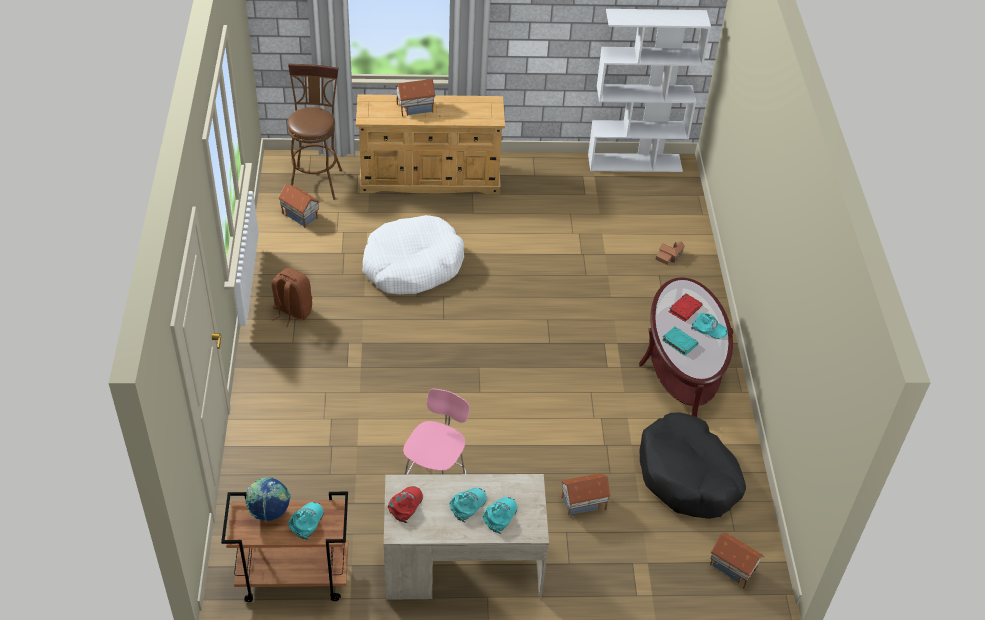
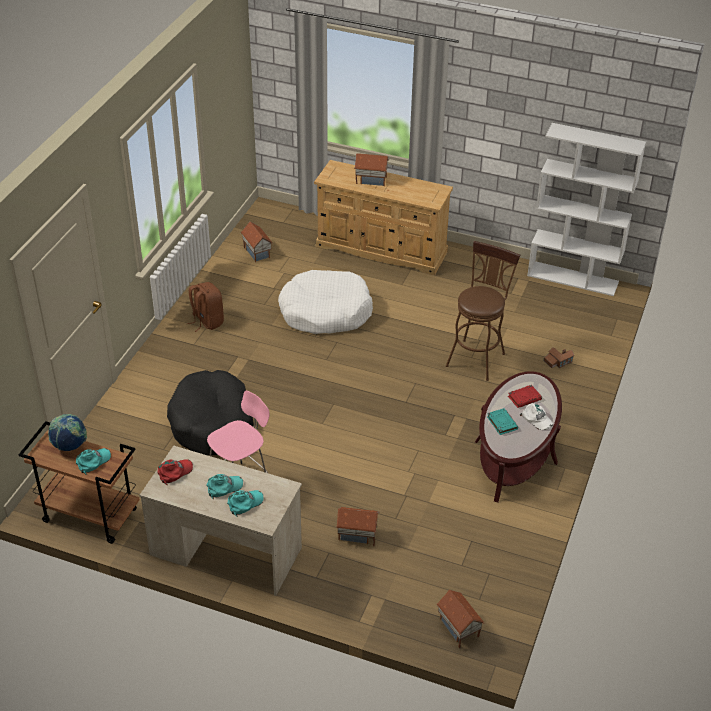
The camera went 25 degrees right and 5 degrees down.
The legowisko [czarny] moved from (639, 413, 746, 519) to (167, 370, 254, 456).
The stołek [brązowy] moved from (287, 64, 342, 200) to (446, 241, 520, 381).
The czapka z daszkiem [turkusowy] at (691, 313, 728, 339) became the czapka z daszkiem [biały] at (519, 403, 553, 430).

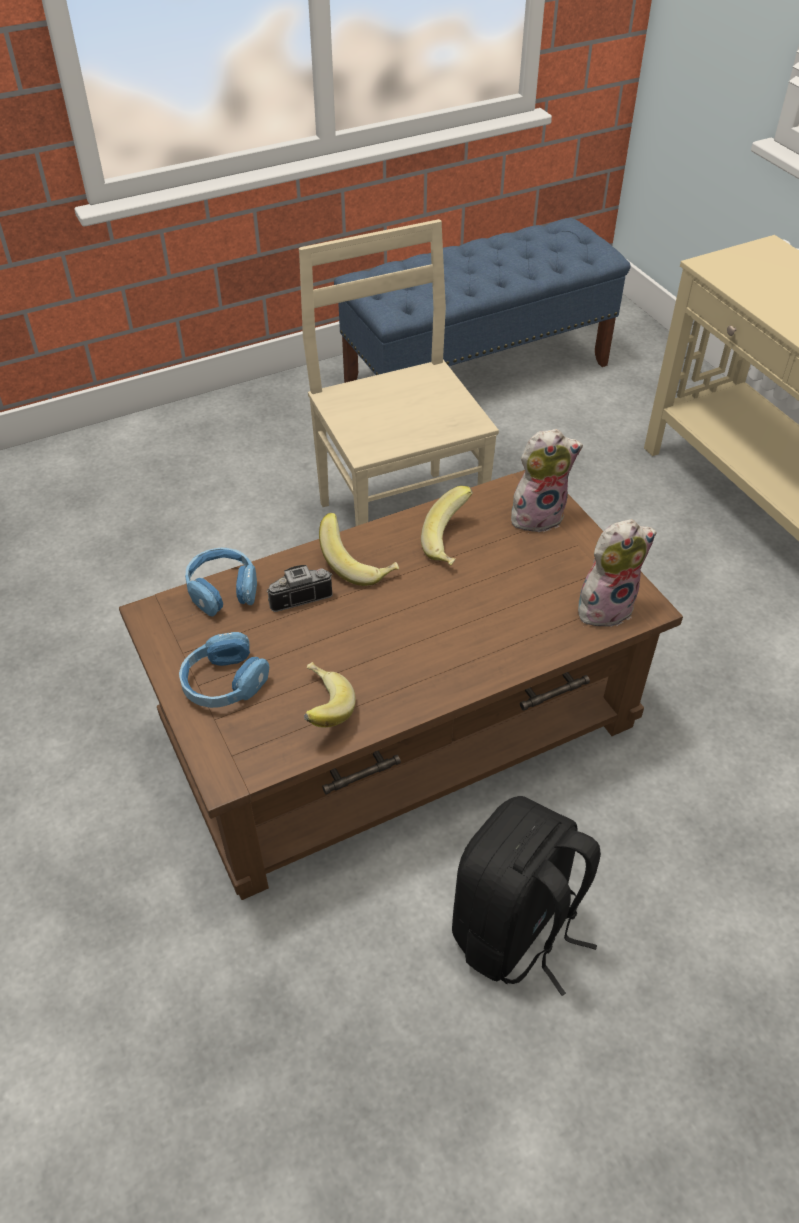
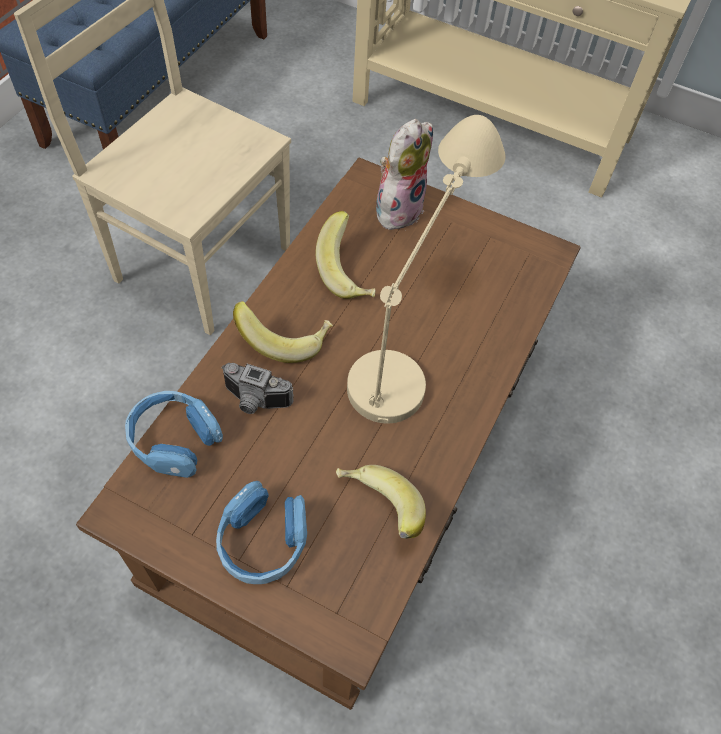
The camera went 40 degrees left and 10 degrees up.
The aparat fotograficzny at (266, 565, 333, 612) turned 105 degrees counterclockwise.
The lampa stołowa [beżowy] at (347, 115, 505, 423) appeared.
The plecak [czarny] at (452, 796, 601, 996) disappeared.
The pluszak at (578, 519, 657, 627) disappeared.

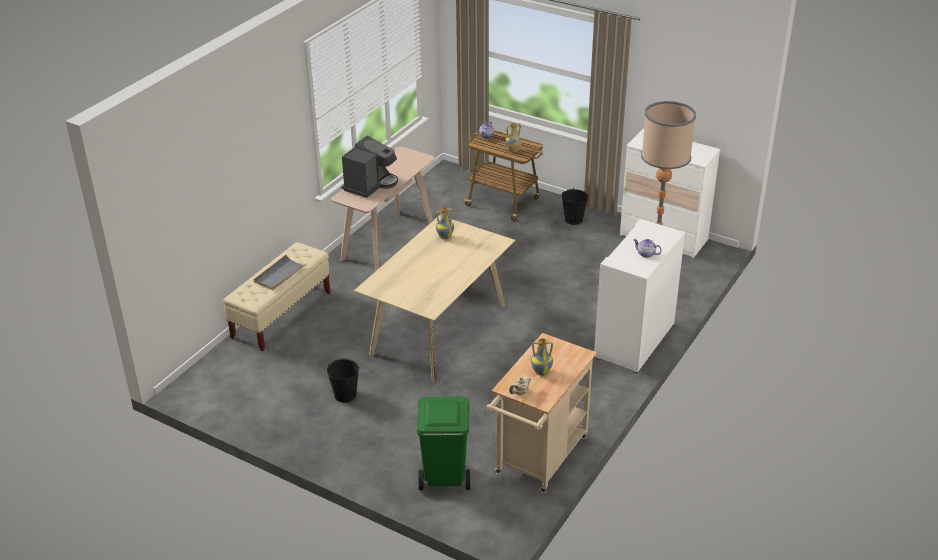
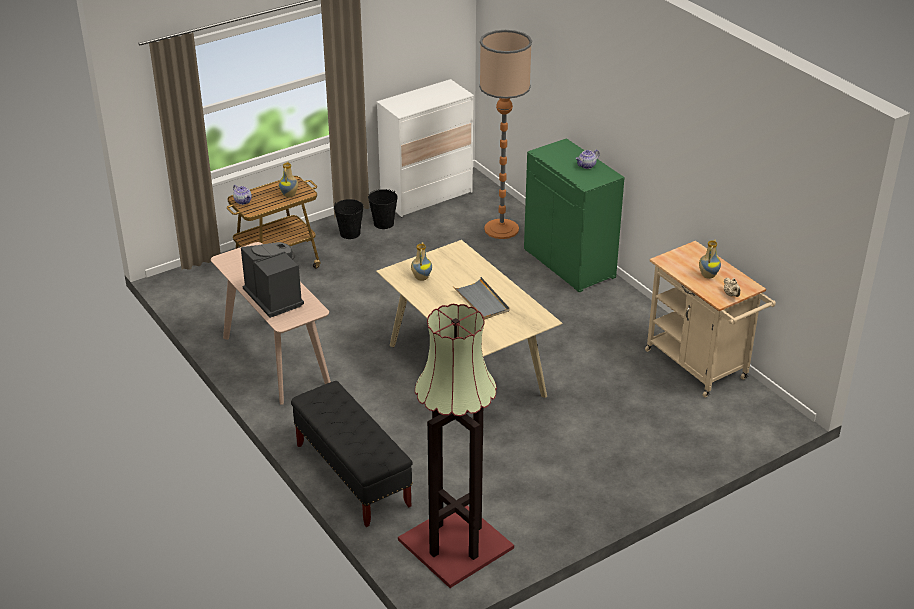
The camera went 65 degrees left and 0 degrees up.
The ławka [beżowy] at (223, 242, 331, 351) became the ławka [czarny] at (291, 381, 413, 527).
The wiadro [czarny] moved from (327, 358, 359, 403) to (368, 189, 398, 229).
The lampa stojąca at (398, 304, 514, 588) appeared.
The taca [szary] moved from (254, 255, 307, 291) to (453, 277, 510, 320).
The szafka [biały] at (594, 219, 685, 374) became the szafka [zielony] at (524, 138, 625, 293).
The kosz na śmieci [zielony] at (417, 397, 470, 490) disappeared.

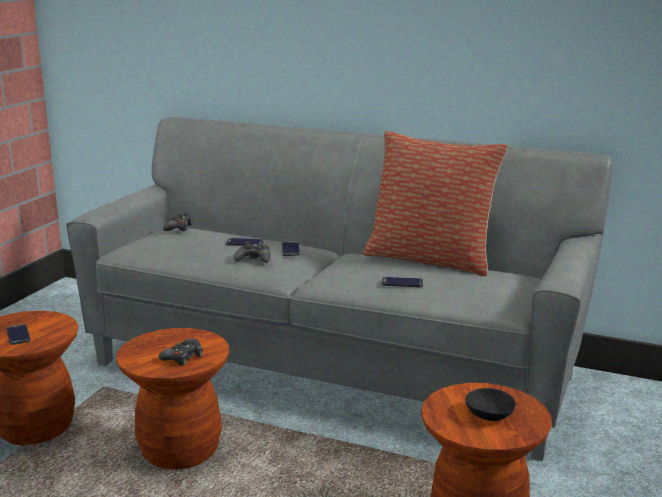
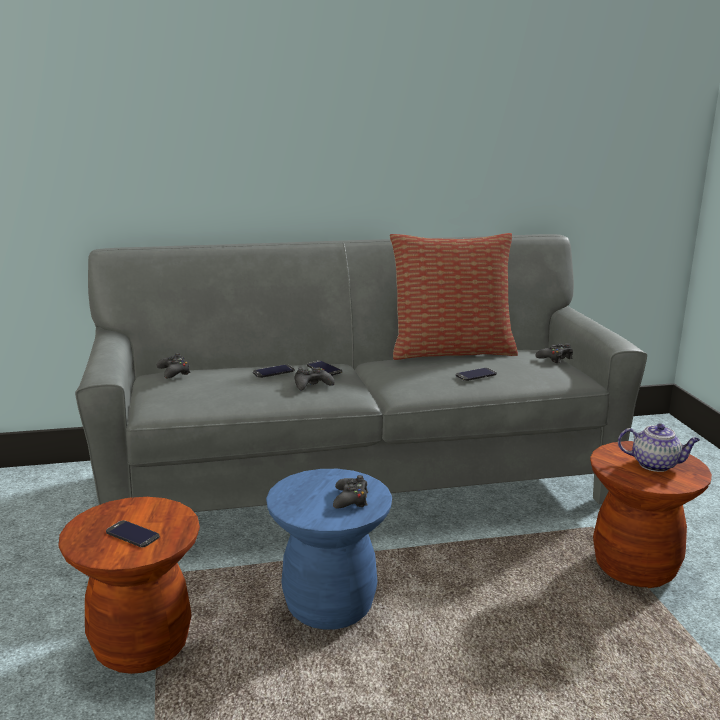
The camera went 35 degrees left and 0 degrees up.
The stołek [brązowy] at (116, 328, 229, 469) became the stołek [niebieski] at (266, 469, 392, 630).
The pad do gier [czarny] at (535, 343, 573, 363) appeared.
The miska [czarny] at (465, 388, 516, 421) was replaced by the imbryk at (618, 423, 700, 472).

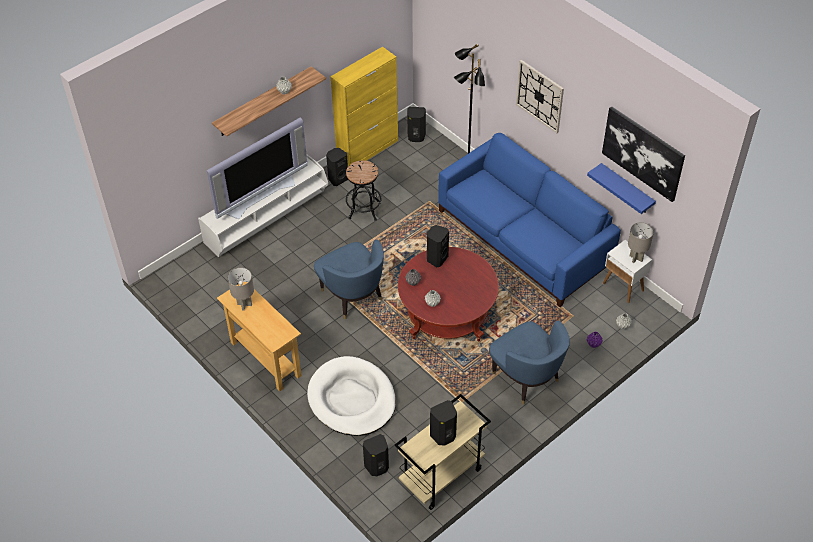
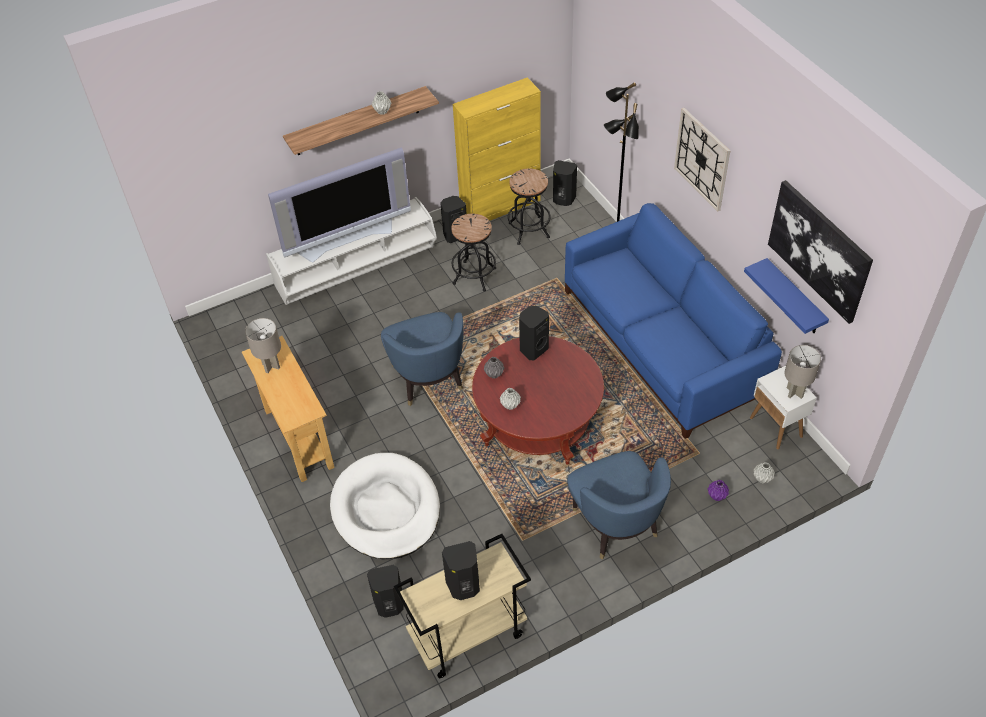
The camera went 15 degrees right and 0 degrees up.
The stołek [czarny] at (508, 169, 551, 245) appeared.

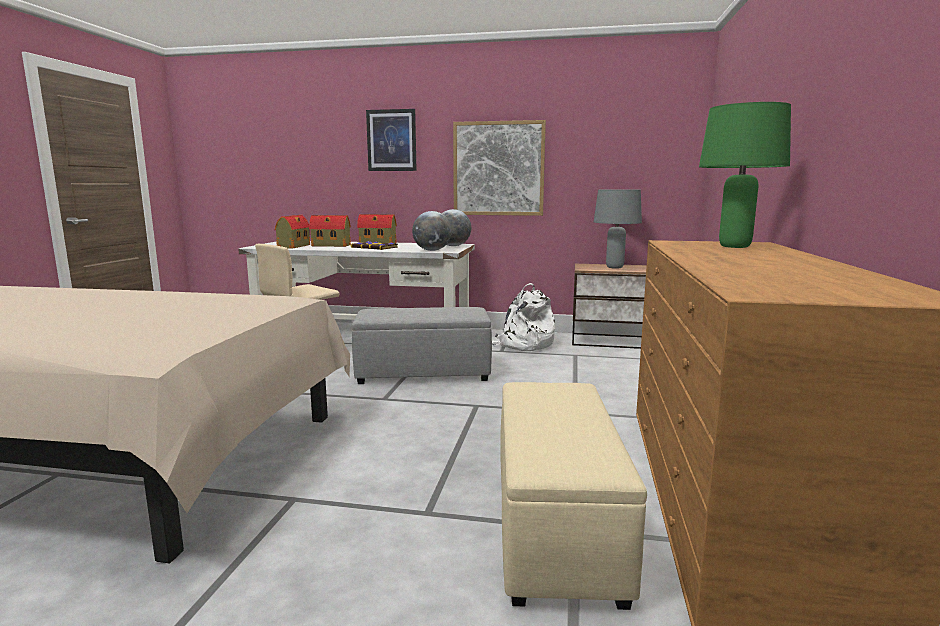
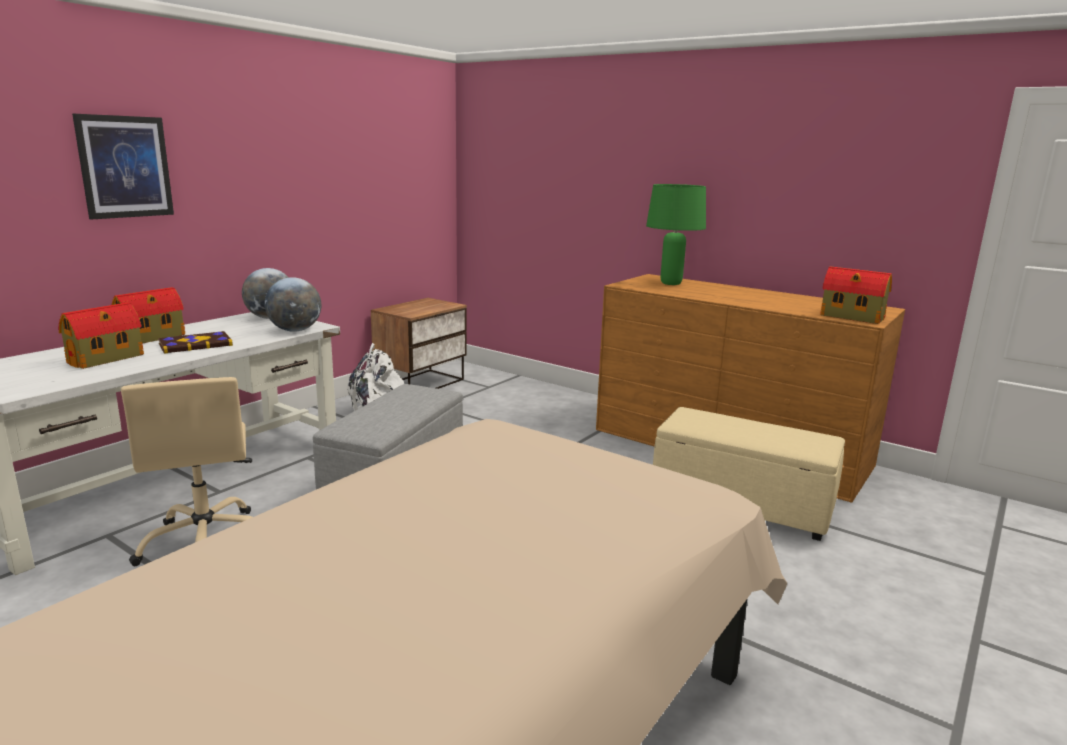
The camera went 65 degrees left and 5 degrees up.
The domek moved from (275, 215, 310, 249) to (820, 266, 892, 324).
The obraz at (453, 120, 546, 216) disappeared.
The lampa stołowa [szary] at (594, 189, 642, 269) disappeared.

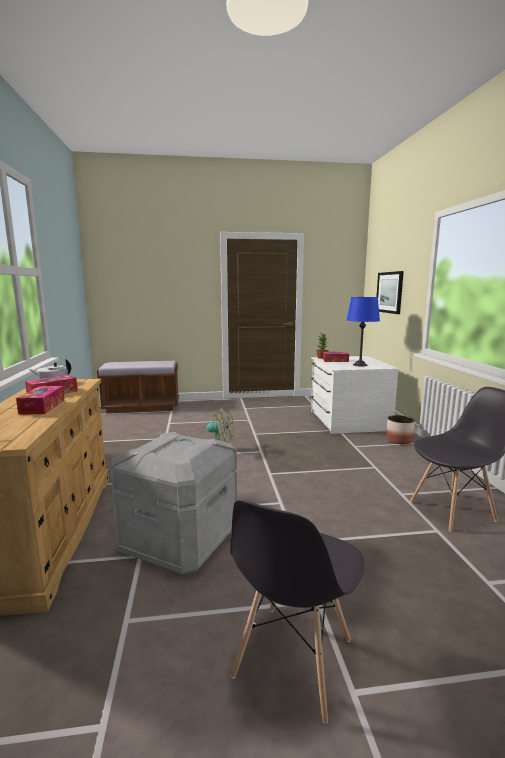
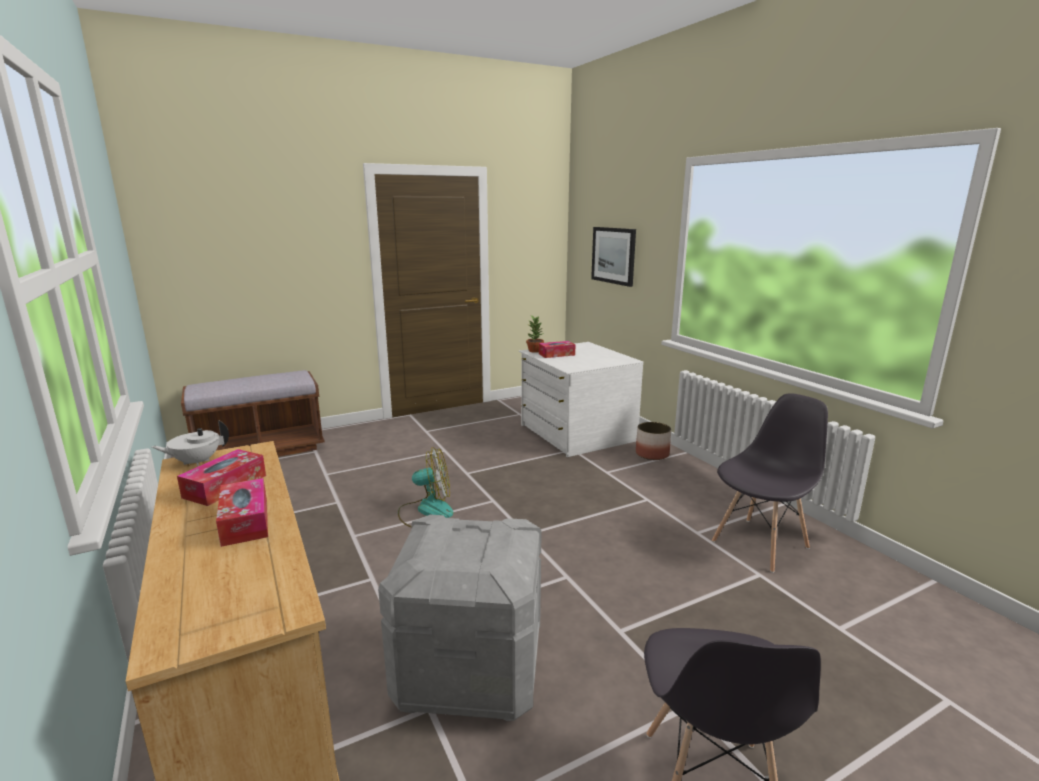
The camera went 20 degrees left and 5 degrees up.
The lampa stołowa [niebieski] at (347, 297, 380, 366) disappeared.

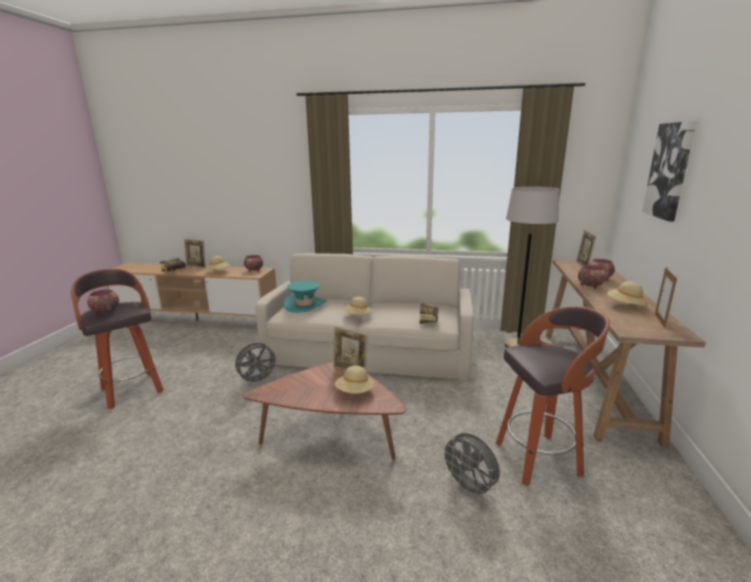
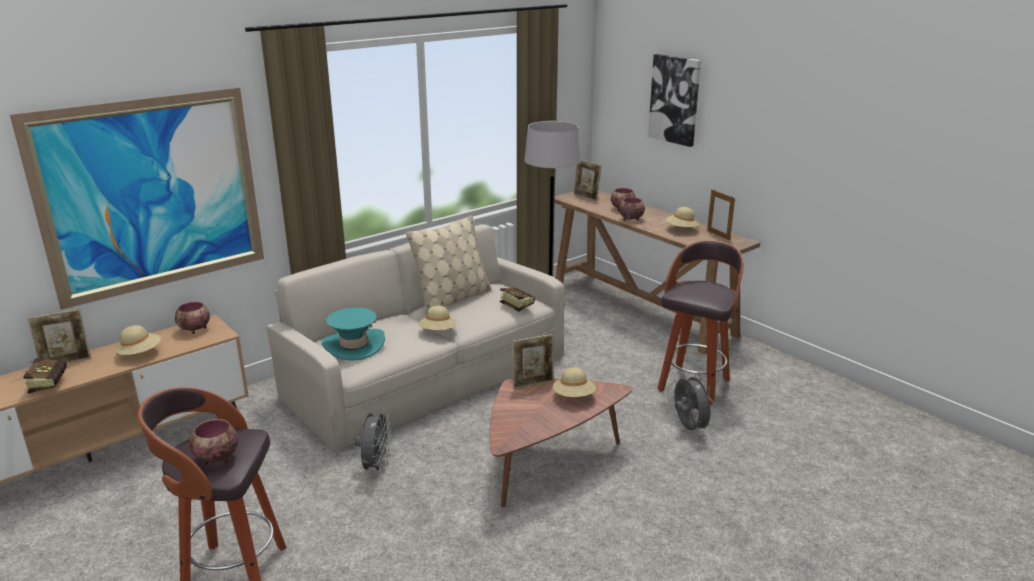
The camera went 50 degrees left and 5 degrees up.
The obraz at (10, 87, 264, 310) appeared.
The poduszka [beżowy] at (406, 215, 491, 314) appeared.
The wentylator [szary] at (440, 433, 500, 499) turned 105 degrees counterclockwise.

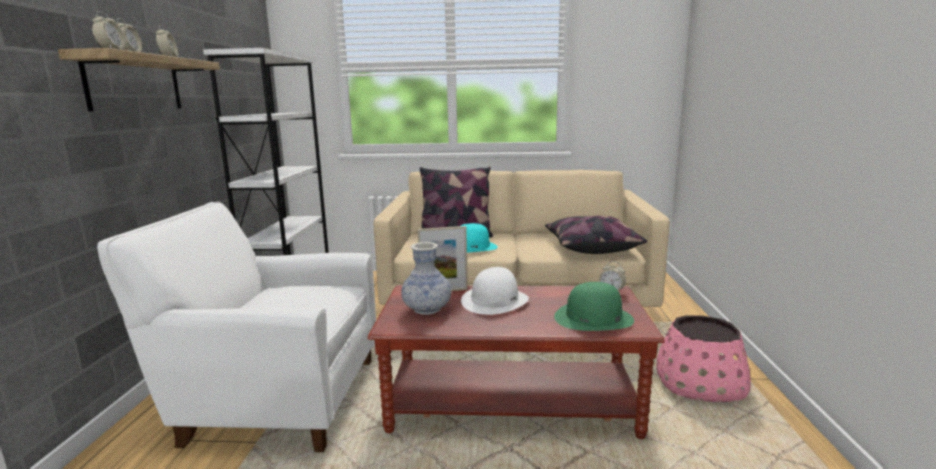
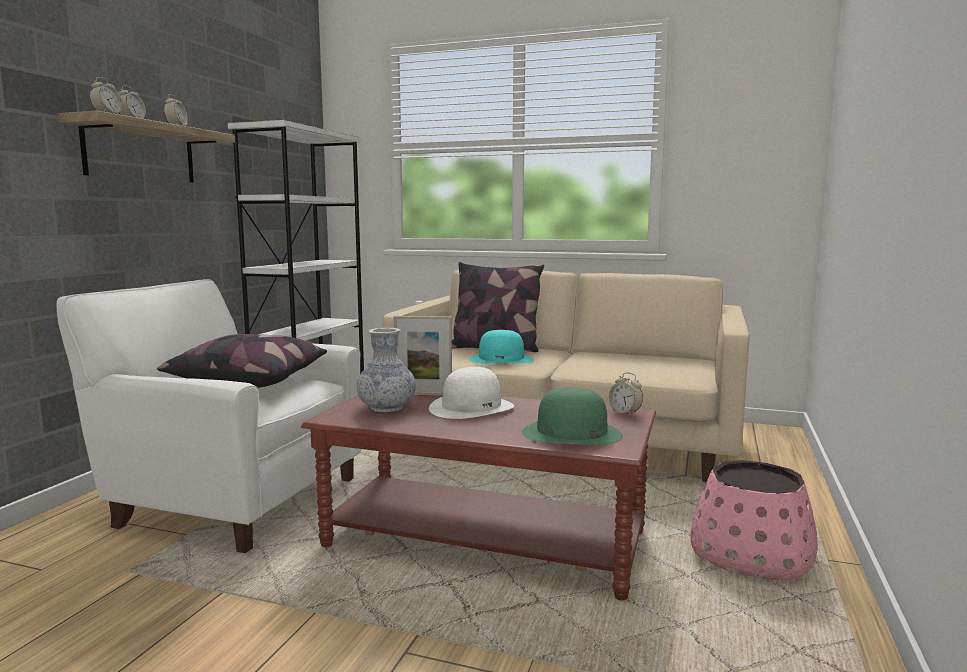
The camera went 15 degrees right and 5 degrees down.
The poduszka moved from (545, 216, 647, 254) to (157, 334, 327, 388).

